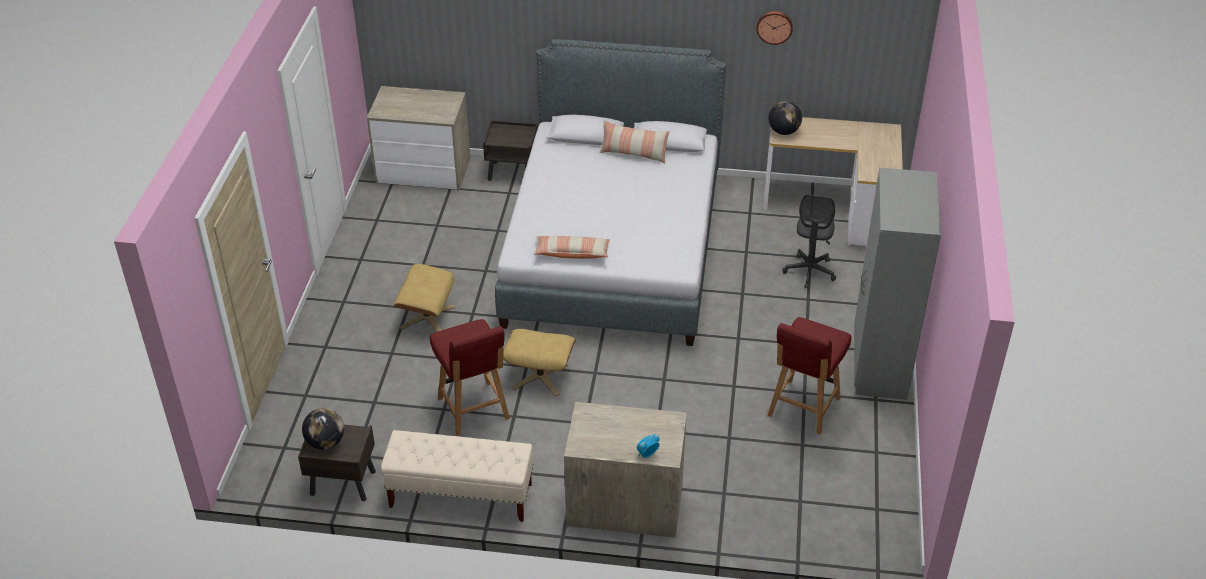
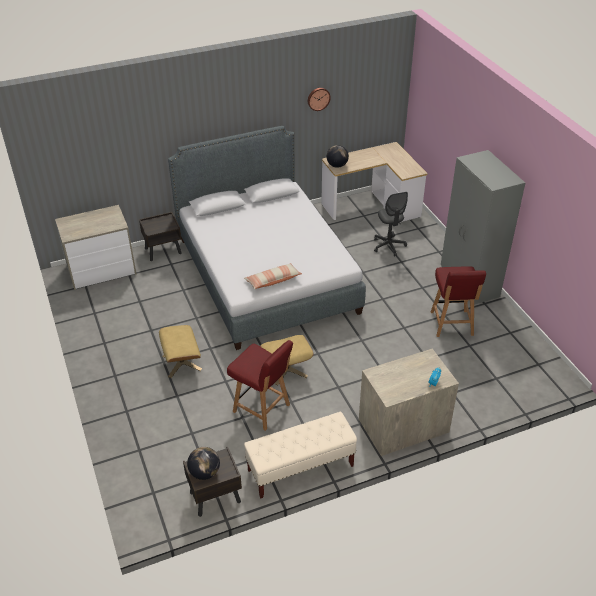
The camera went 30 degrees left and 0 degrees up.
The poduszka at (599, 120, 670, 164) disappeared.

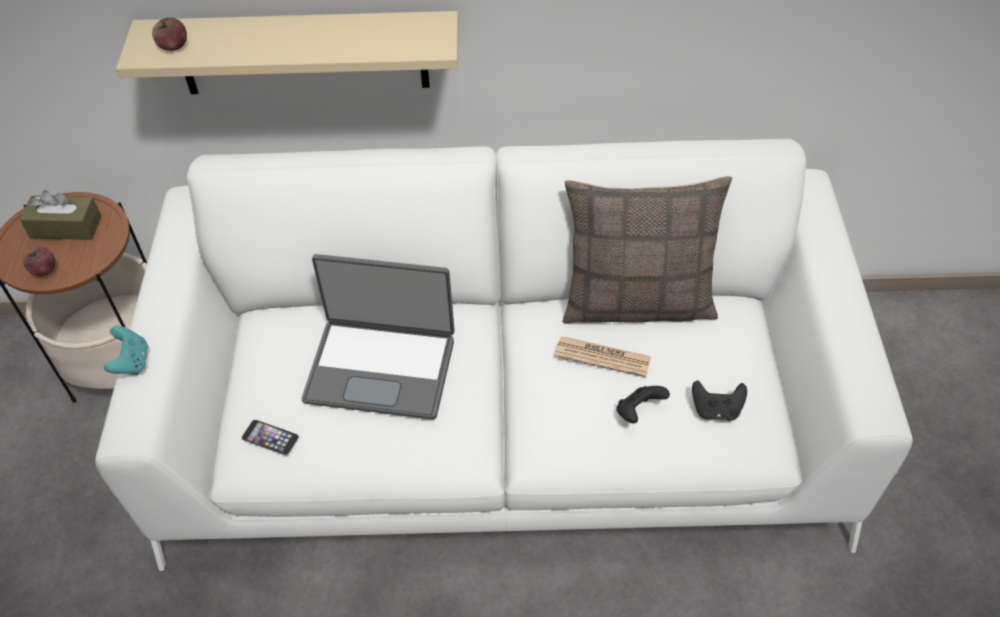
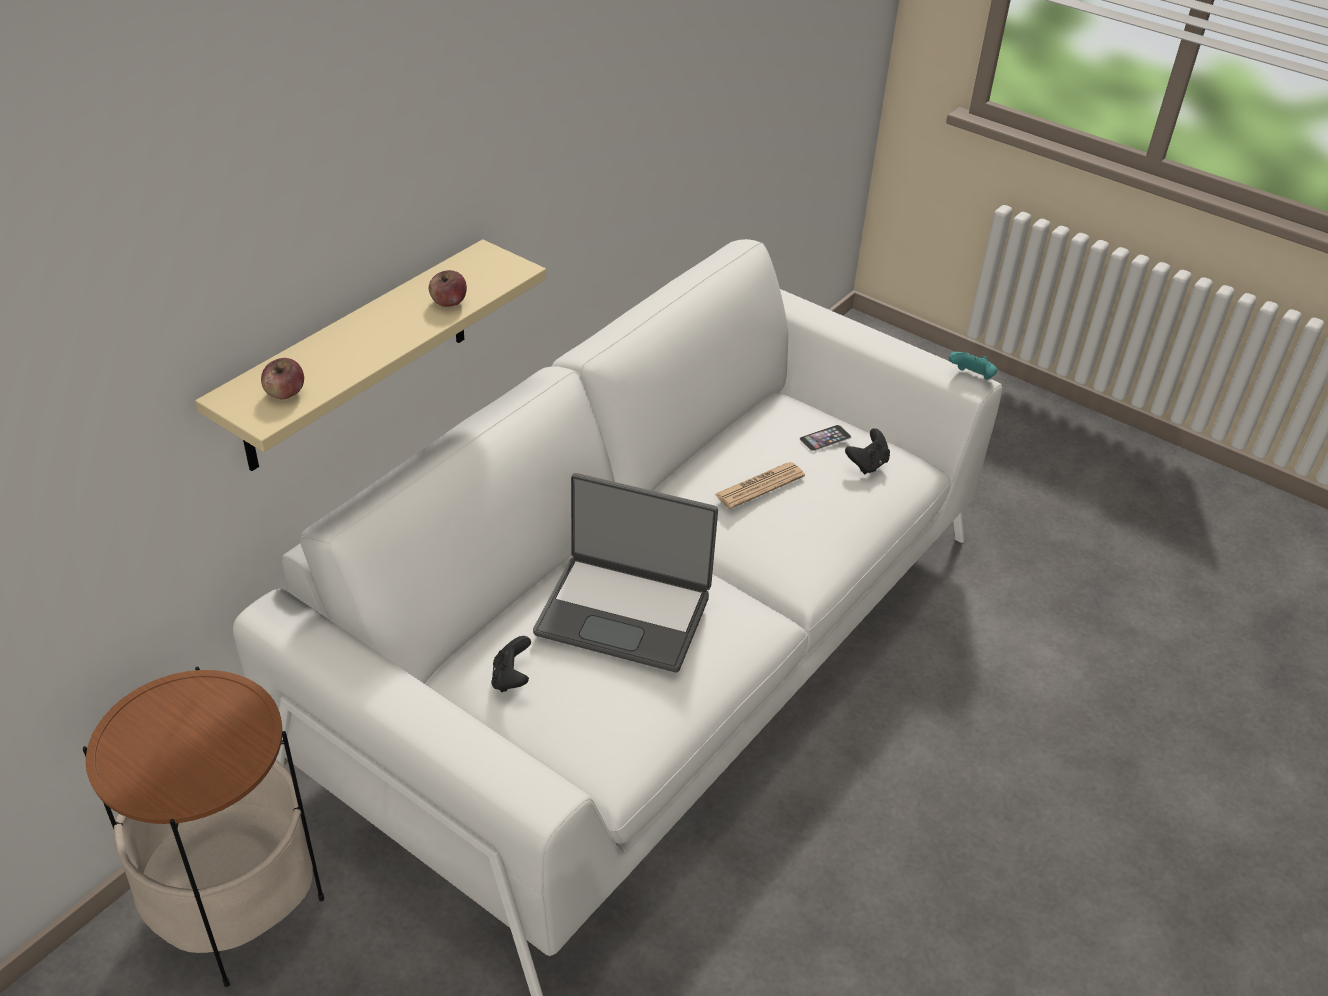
The camera went 55 degrees left and 10 degrees down.
The jabłko moved from (23, 247, 55, 276) to (429, 270, 467, 307).
The pad do gier [czarny] moved from (617, 386, 670, 424) to (491, 636, 531, 692).
The laptop at (302, 254, 455, 419) turned 60 degrees clockwise.
The telefon moved from (241, 420, 299, 456) to (800, 425, 851, 451).
The pad do gier [turkusowy] moved from (104, 326, 148, 375) to (949, 352, 998, 379).
The pudełko chusteczek [brązowy] at (20, 190, 102, 240) disappeared.
The poduszka at (563, 176, 732, 324) disappeared.

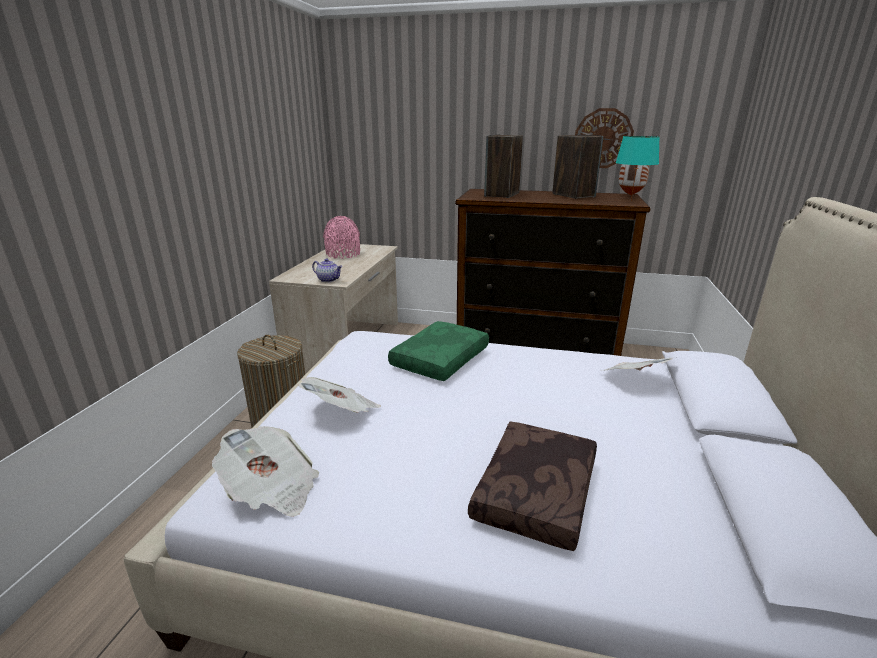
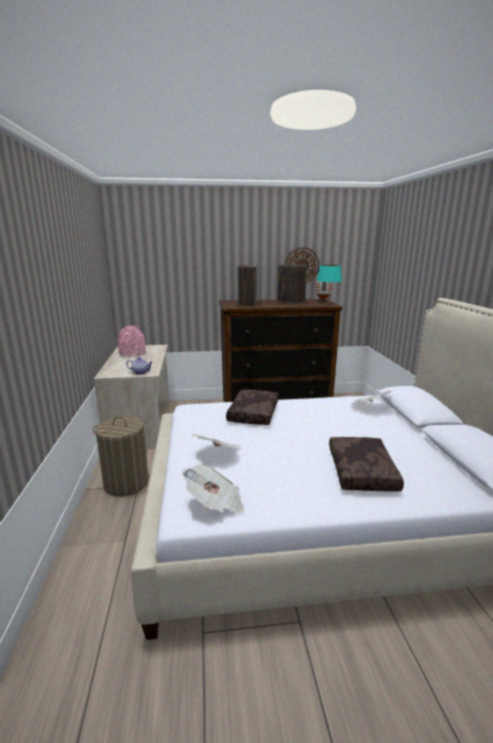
The camera went 20 degrees left and 5 degrees down.
The poduszka [zielony] at (388, 321, 489, 381) became the poduszka [brązowy] at (226, 390, 279, 425).

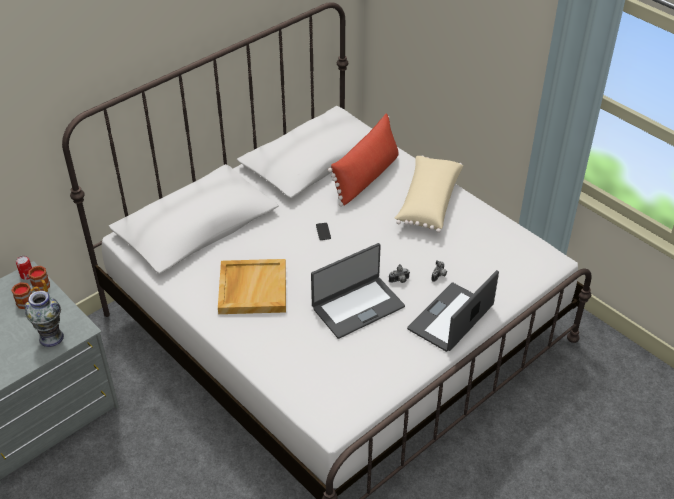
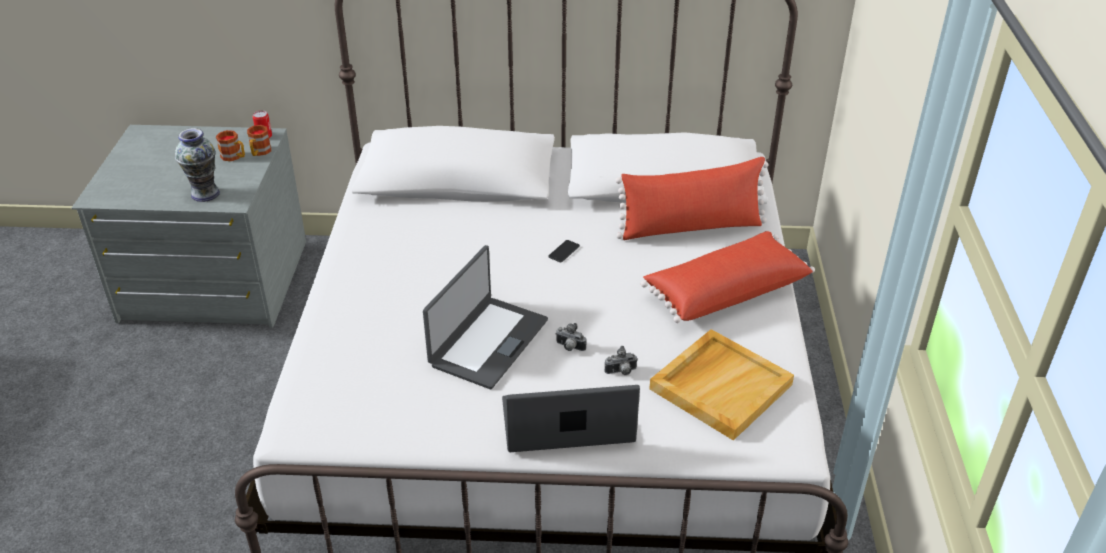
The camera went 45 degrees right and 5 degrees down.
The laptop at (311, 243, 405, 339) turned 75 degrees counterclockwise.
The poduszka [beżowy] at (395, 156, 463, 233) became the poduszka [czerwony] at (641, 231, 815, 323).
The taca [beżowy] moved from (218, 259, 286, 314) to (649, 329, 794, 440).

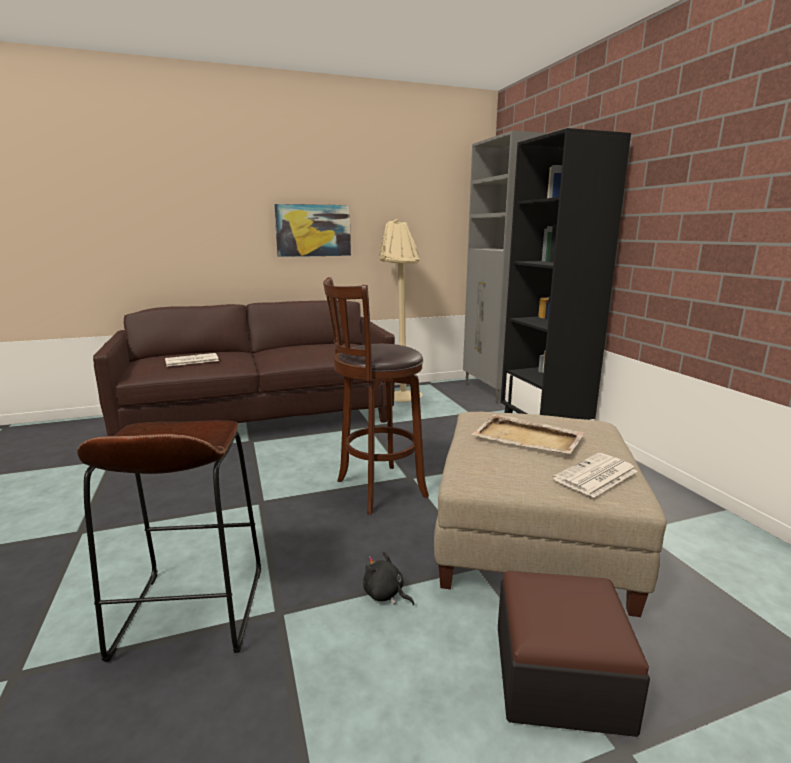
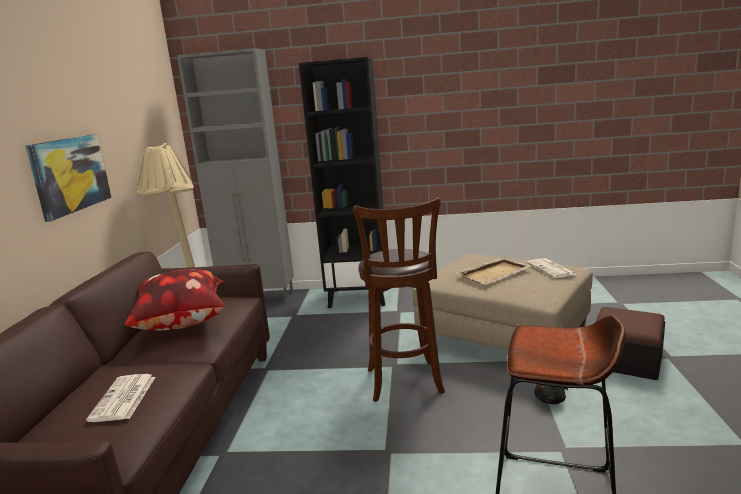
The camera went 65 degrees left and 0 degrees up.
The poduszka at (125, 269, 225, 330) appeared.

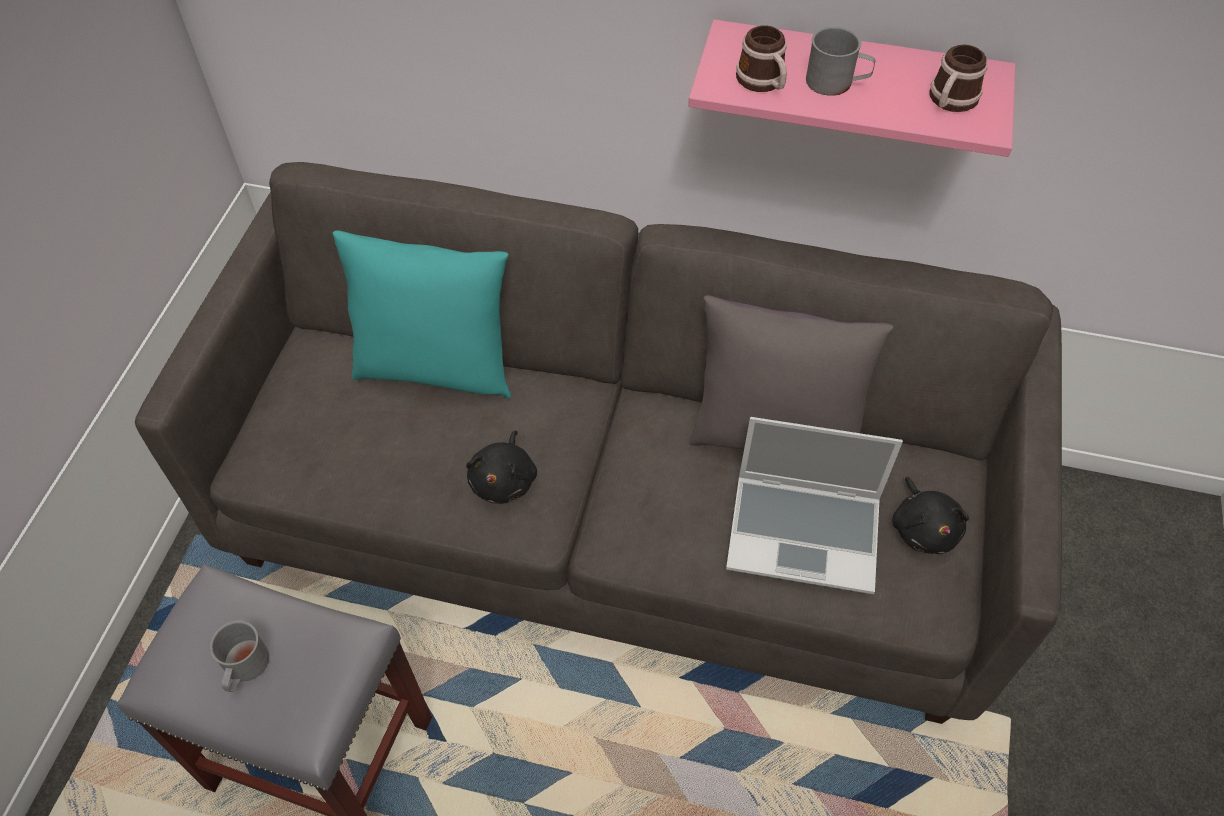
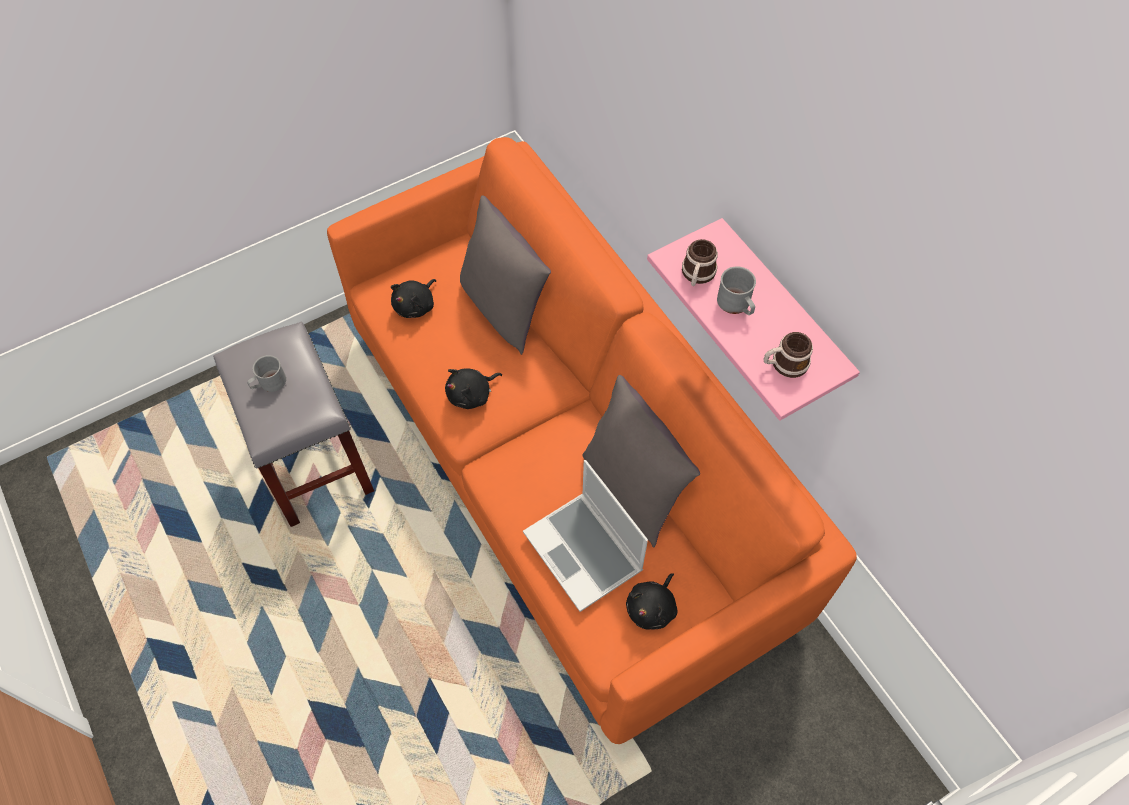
The camera went 45 degrees right and 5 degrees up.
The kanapa [szary] at (135, 162, 1062, 724) became the kanapa [pomarańczowy] at (327, 137, 857, 744).
The pluszak [czarny] at (391, 279, 436, 318) appeared.
The poduszka [turkusowy] at (333, 230, 511, 399) became the poduszka [szary] at (460, 196, 551, 355).

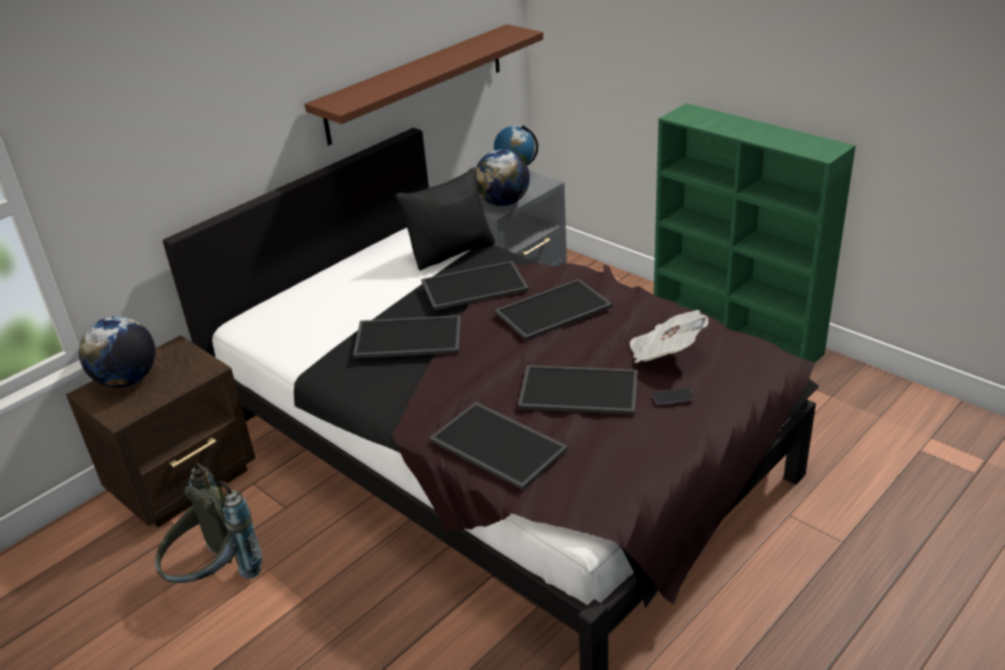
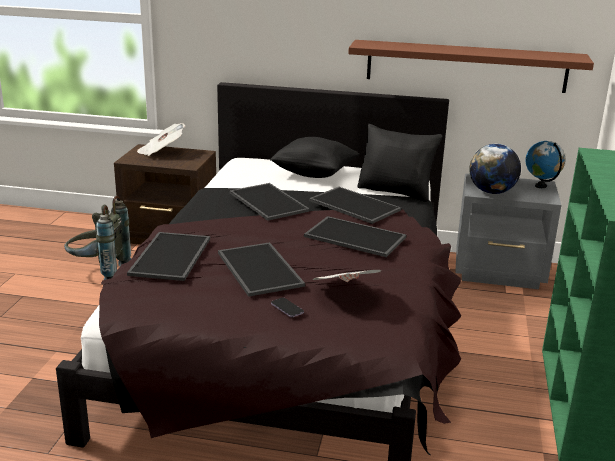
The camera went 55 degrees right and 10 degrees down.
The globus at (79, 316, 155, 388) was replaced by the gazeta at (137, 123, 185, 156).
The poduszka [czarny] at (270, 137, 359, 178) appeared.

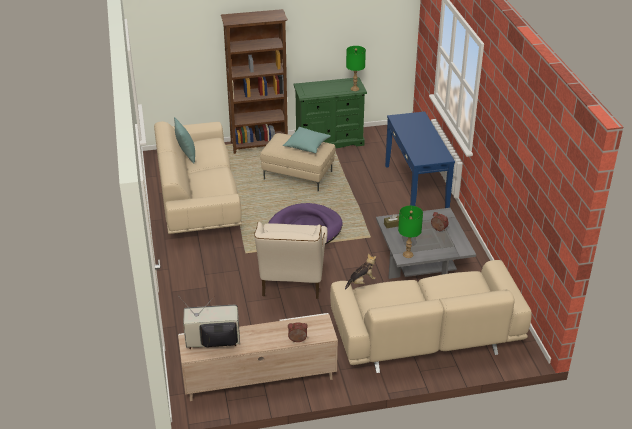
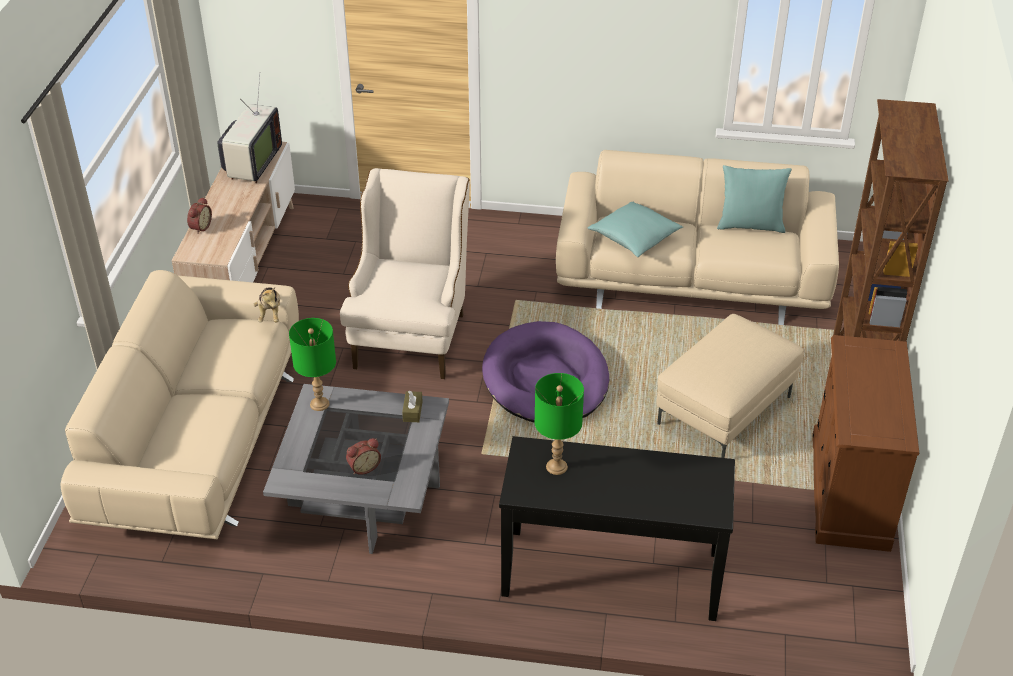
The camera went 110 degrees right and 5 degrees up.
The fotel [beżowy] at (254, 222, 327, 299) turned 75 degrees clockwise.
The stolik konsolowy [niebieski] at (385, 111, 455, 208) became the stolik konsolowy [czarny] at (499, 436, 735, 621).
The lampa stołowa [zielony] moved from (346, 46, 366, 91) to (535, 373, 584, 475).
The poduszka [turkusowy] moved from (283, 127, 331, 153) to (588, 202, 683, 257).
The komoda [zielony] at (293, 77, 367, 148) became the komoda [brązowy] at (812, 335, 919, 552).

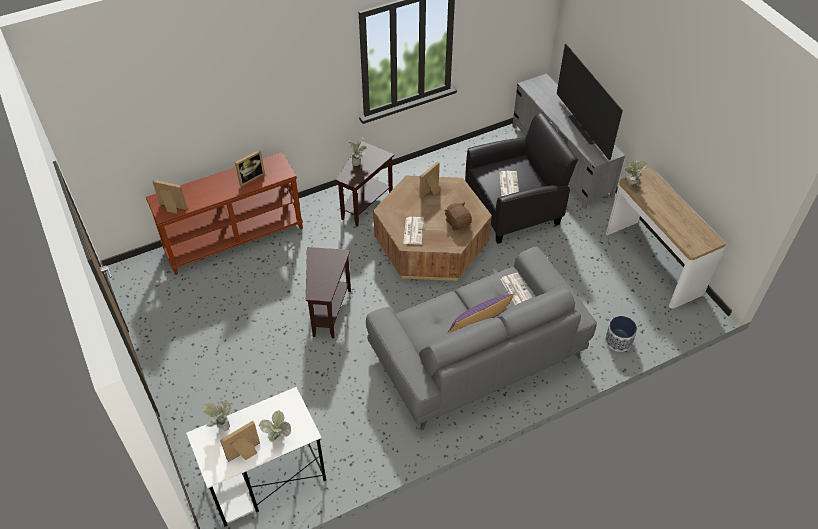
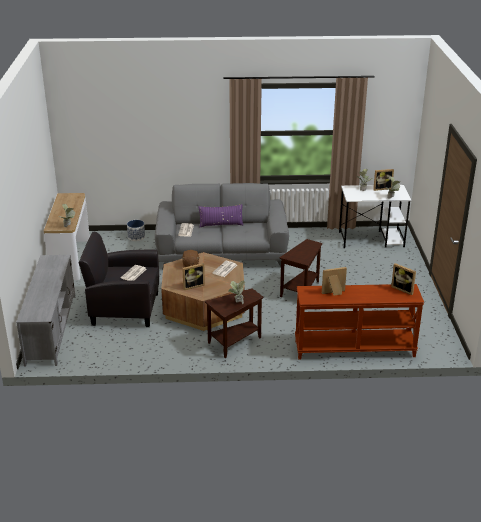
The camera went 155 degrees left and 20 degrees down.
The telewizor at (557, 44, 623, 160) disappeared.

